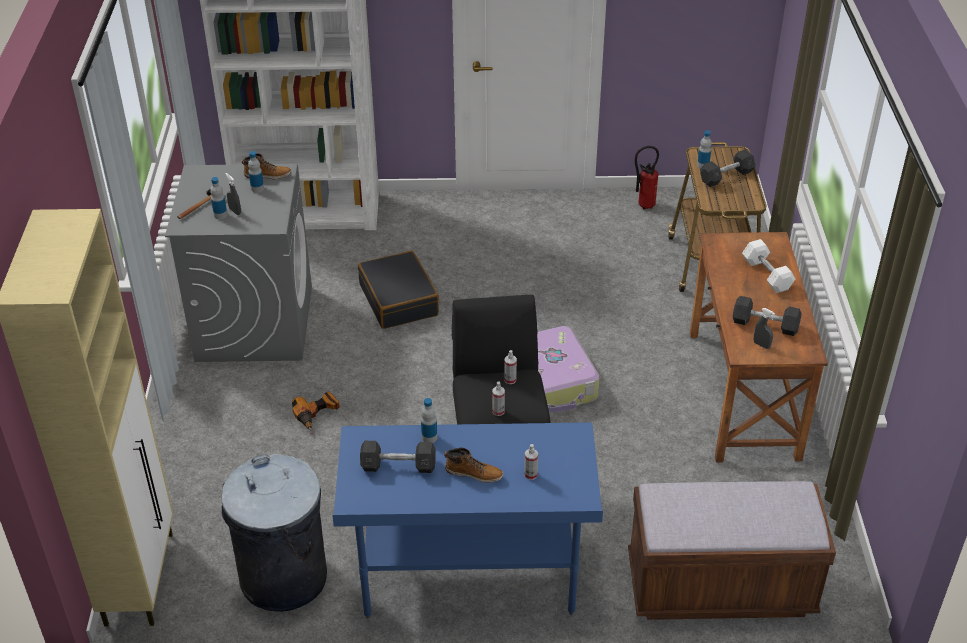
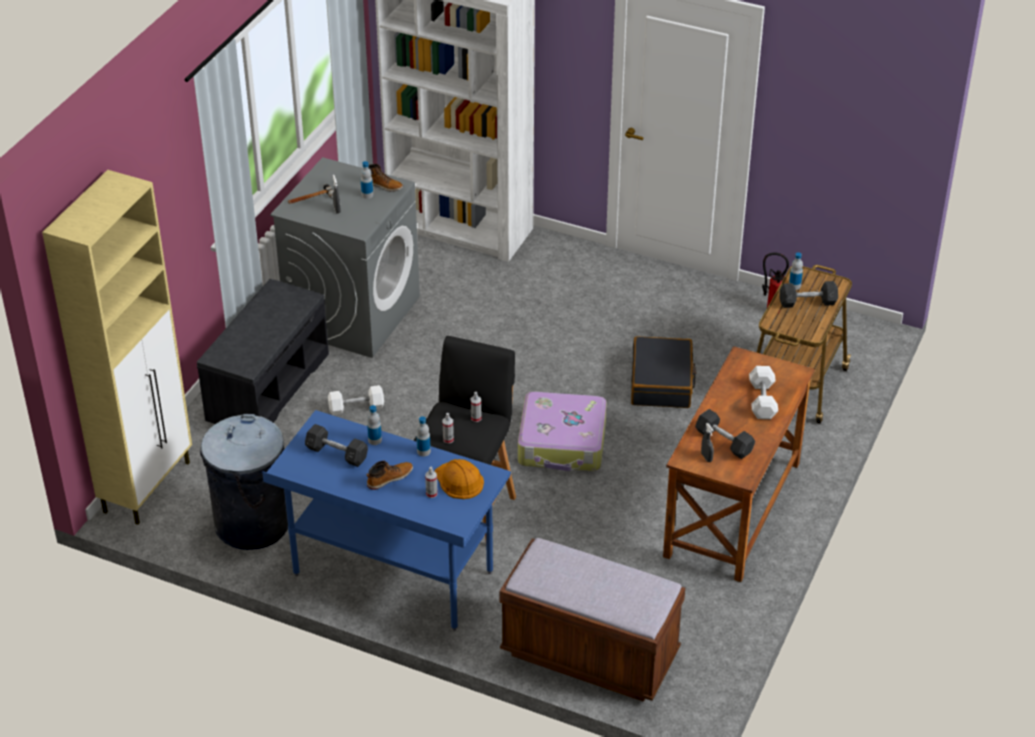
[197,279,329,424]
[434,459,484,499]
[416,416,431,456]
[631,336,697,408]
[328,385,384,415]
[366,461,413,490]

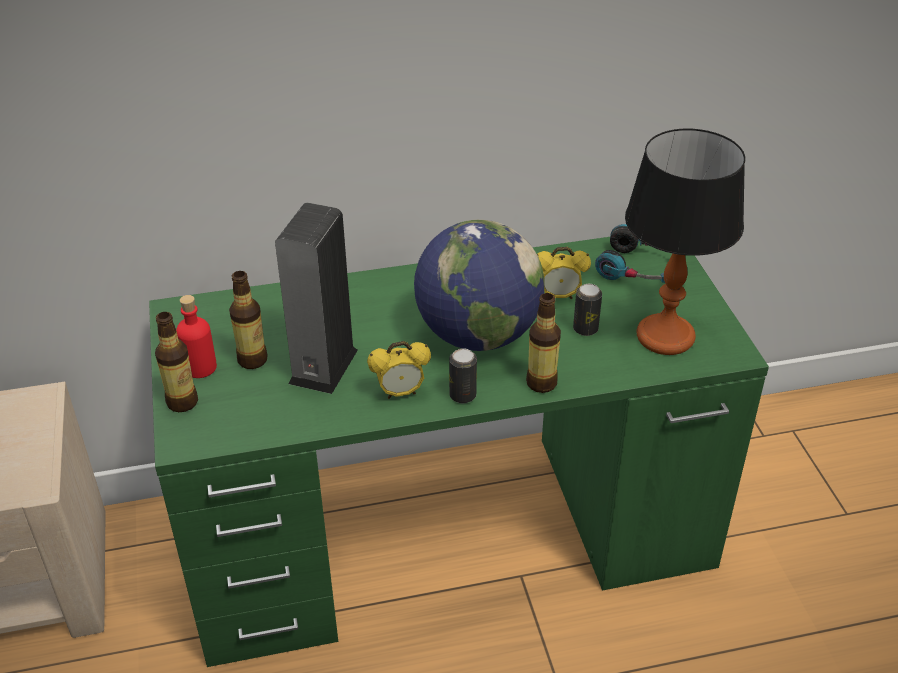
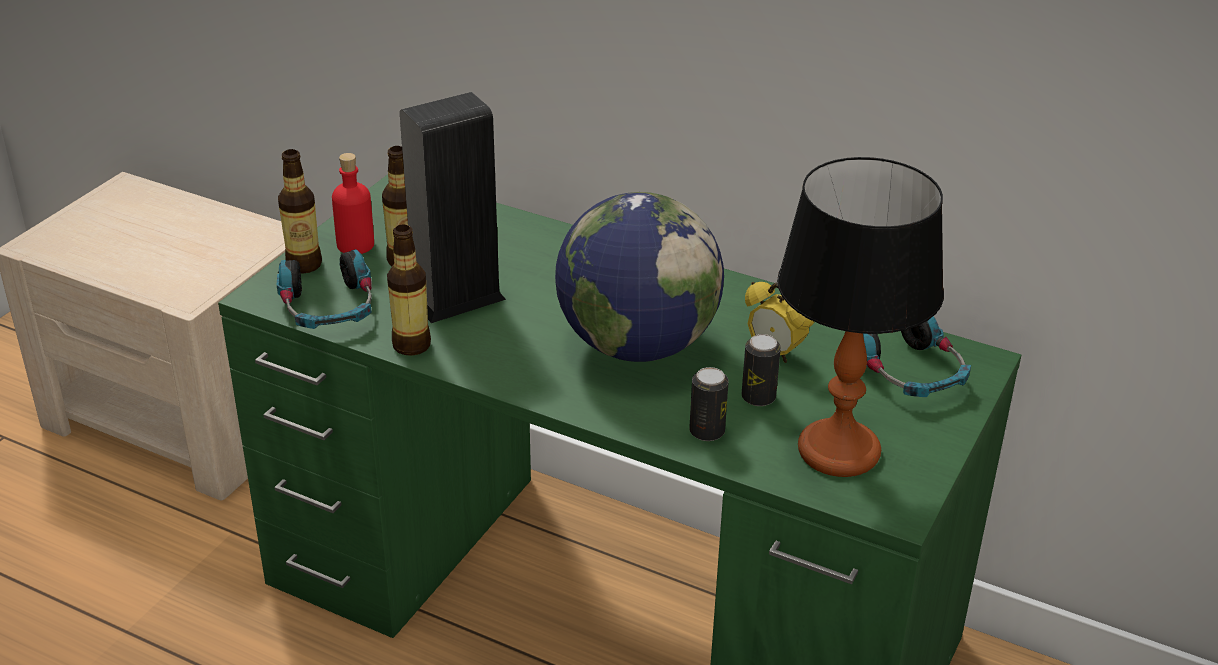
[367,341,431,399] (first image)
[277,249,372,329]
[689,367,729,441]
[387,225,431,356]

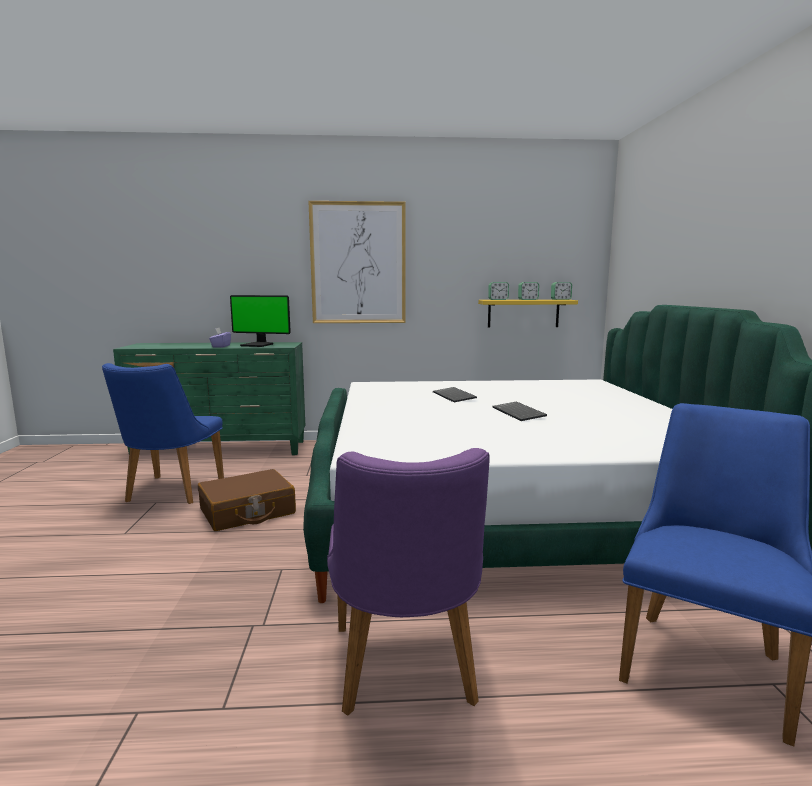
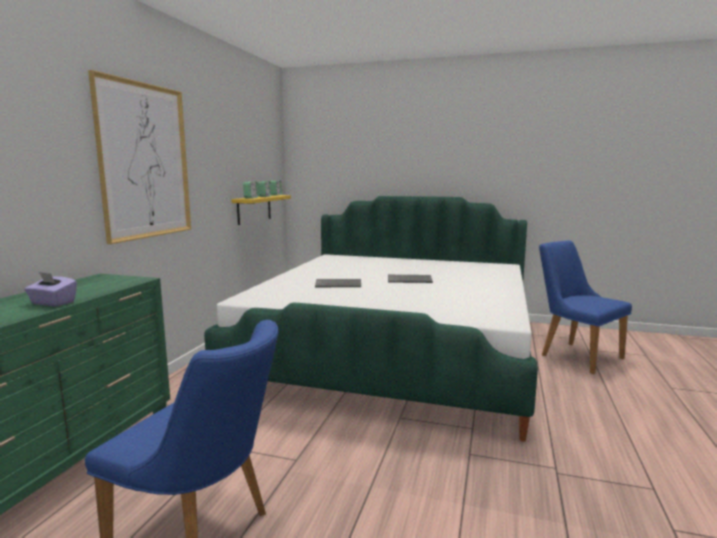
[198,469,296,531] (first image)
[230,295,291,347] (first image)
[327,448,490,716] (first image)

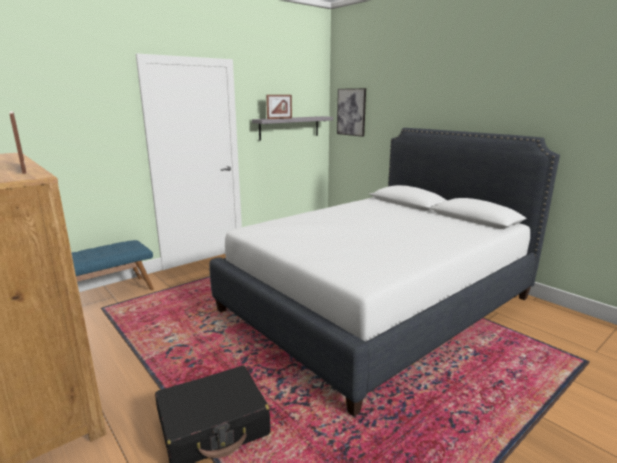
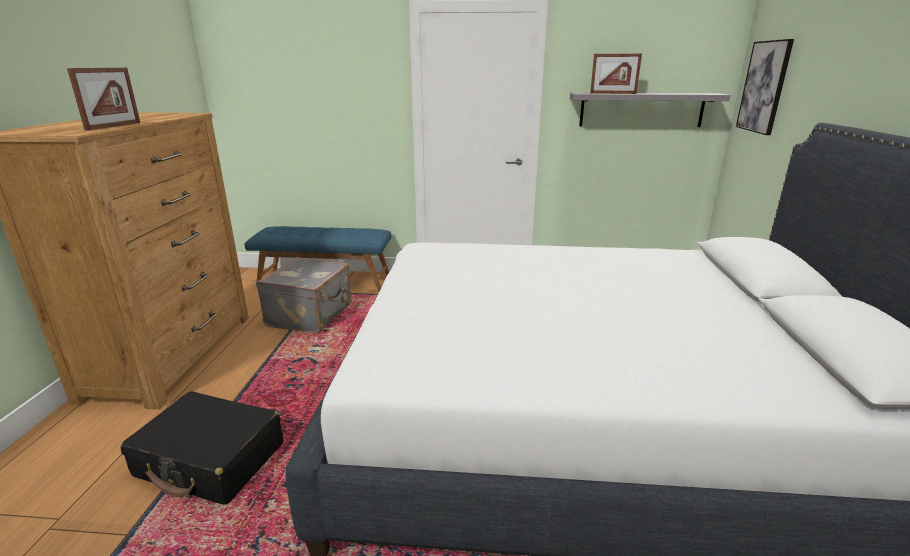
[256,257,351,333]

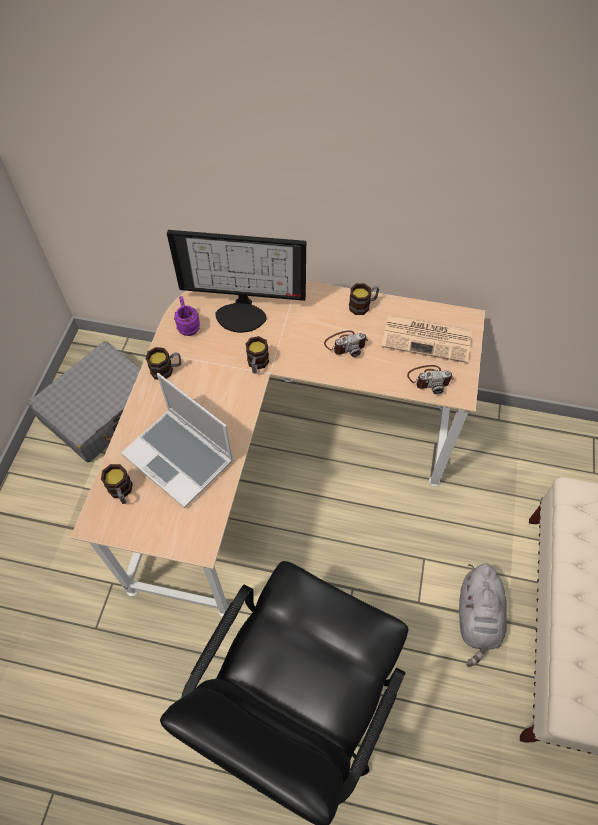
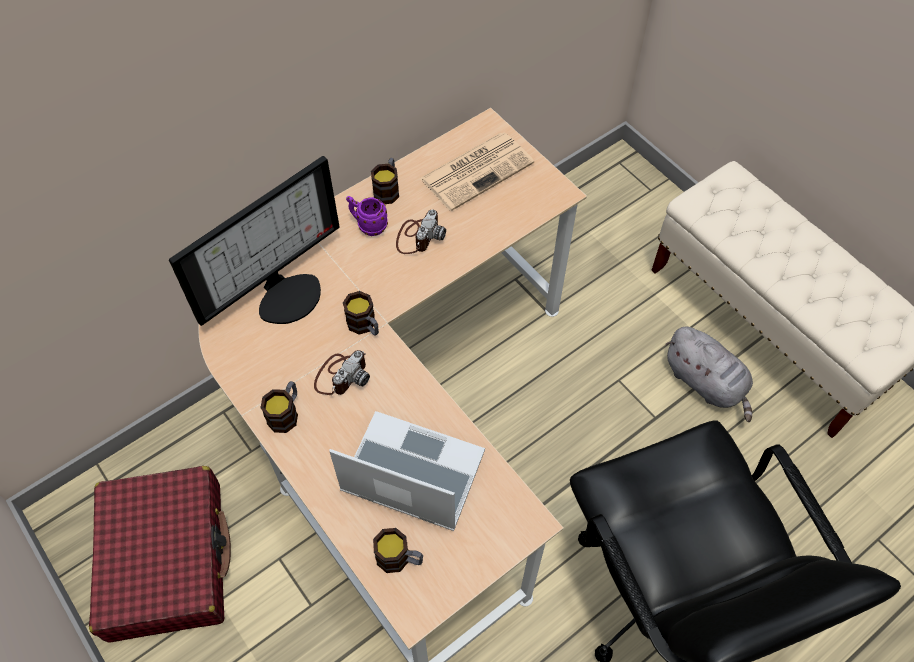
[346,196,388,236]
[314,350,370,395]
[89,466,231,643]
[329,411,485,531]

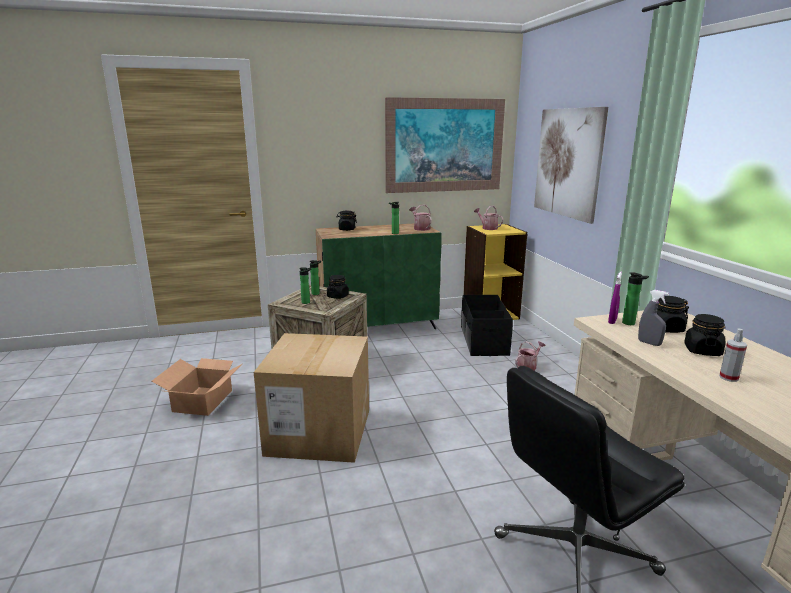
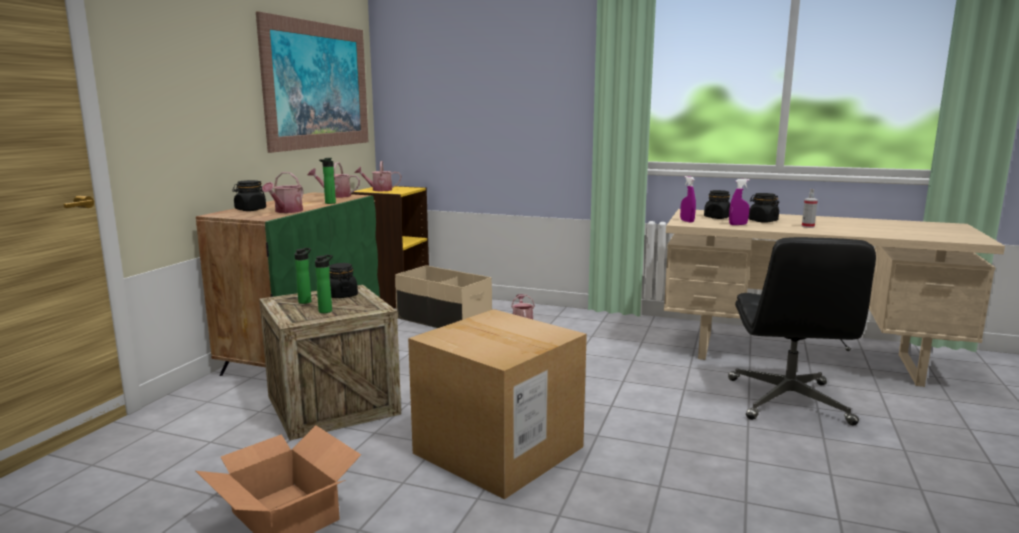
[534,107,608,224] (first image)
[622,272,649,325] (first image)
[262,172,303,213]
[395,265,492,328]
[729,179,750,225]

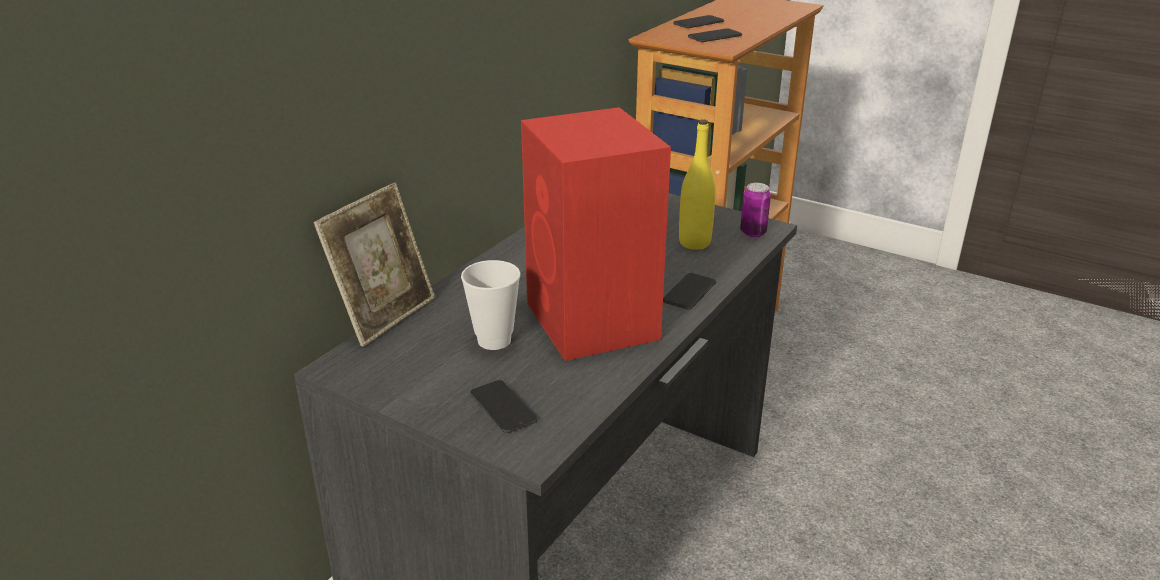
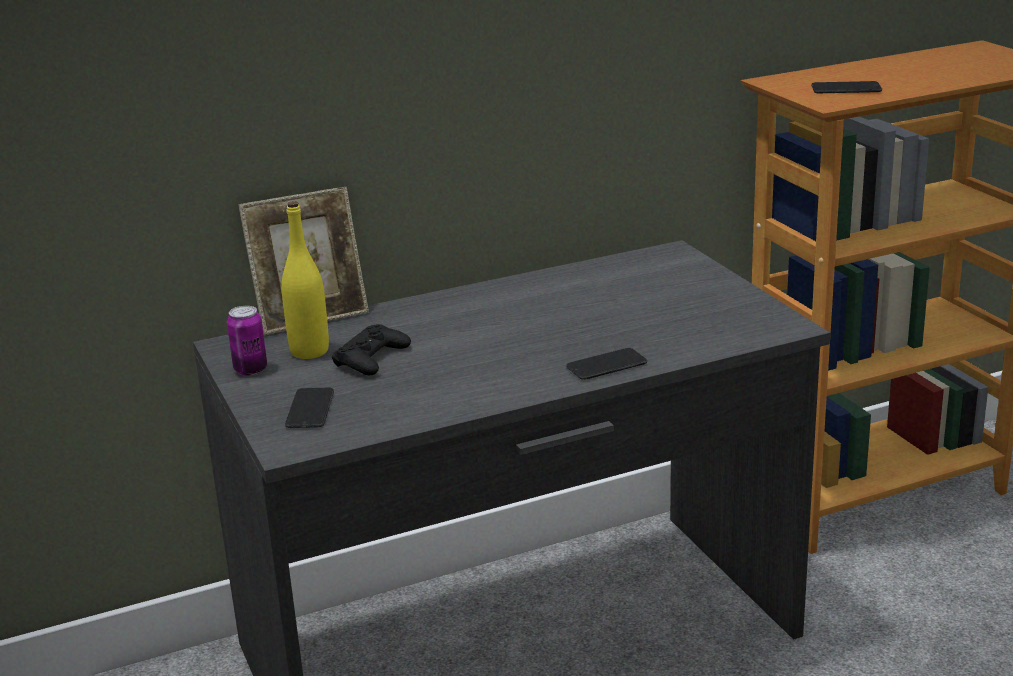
[521,107,671,361] (first image)
[673,15,724,28] (first image)
[282,201,329,359]
[227,306,267,376]
[332,324,411,375]

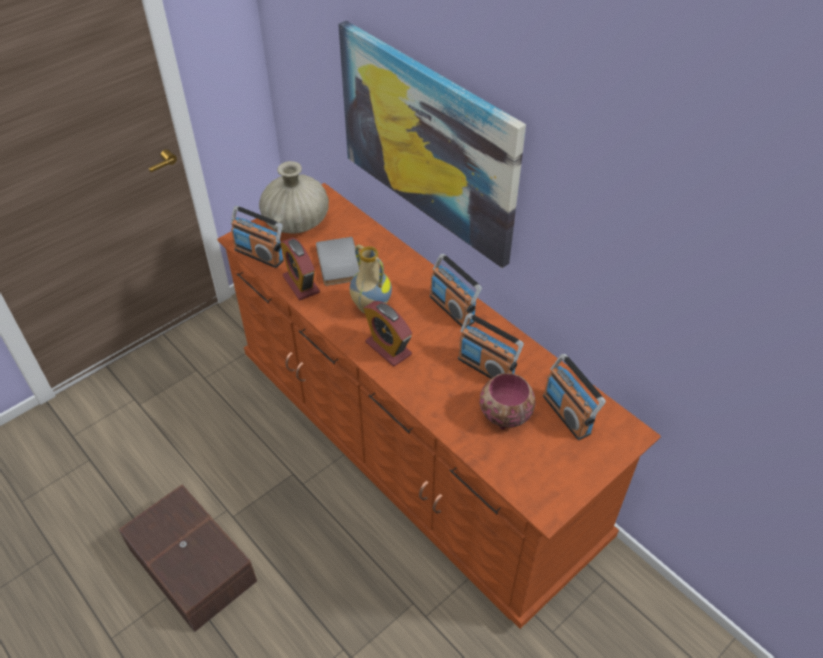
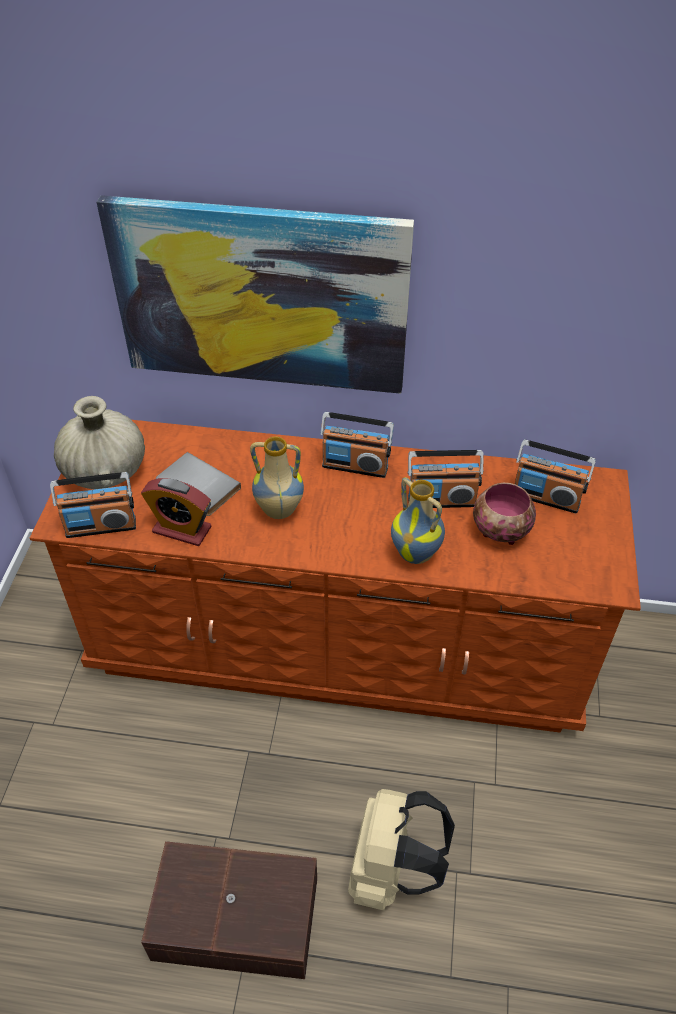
[364,301,412,366] (first image)
[348,789,455,911]
[391,477,445,564]

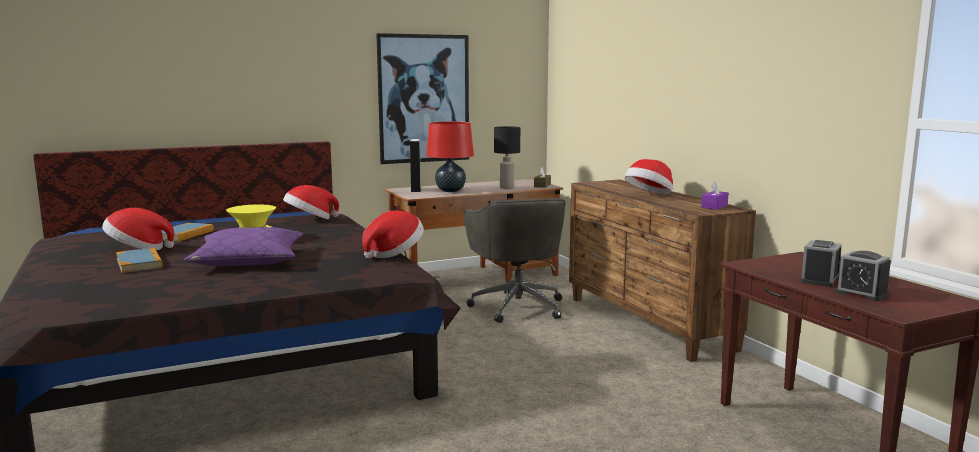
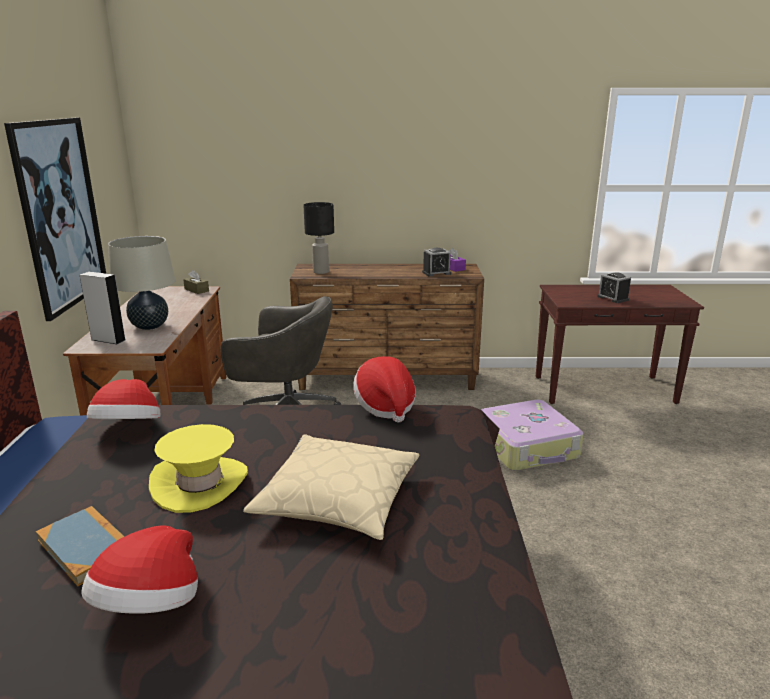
[116,248,163,273] (first image)
[625,159,673,195] (first image)
[481,400,583,471]
[303,202,334,274]
[422,248,451,276]
[243,434,419,540]
[108,236,176,330]

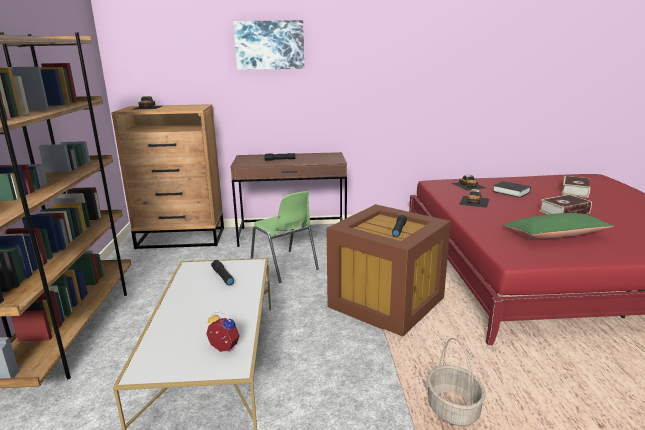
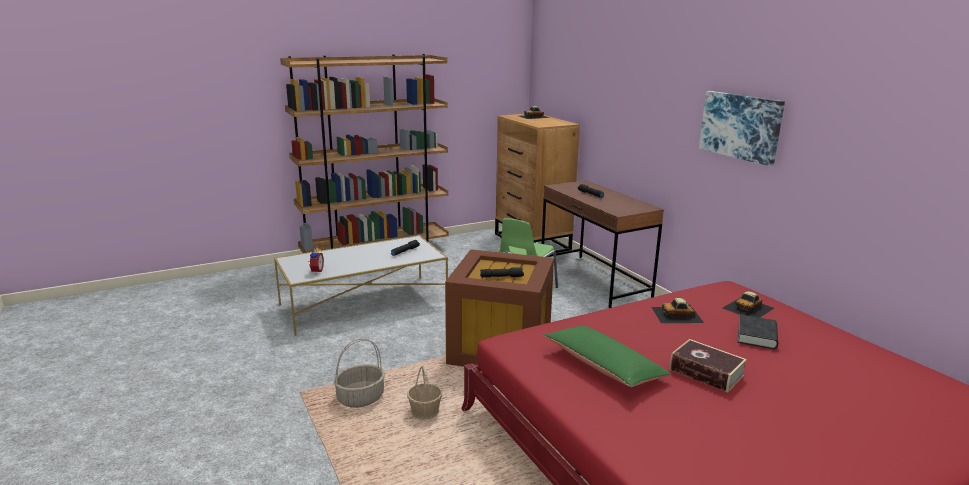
[561,176,590,198] (first image)
[407,365,442,420]
[699,91,785,166]

